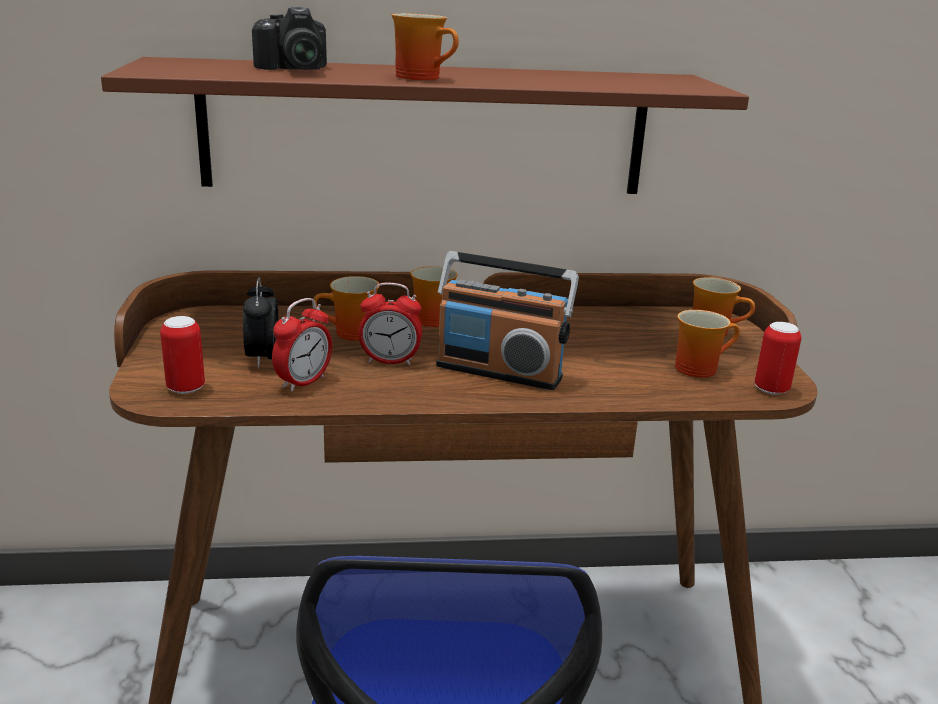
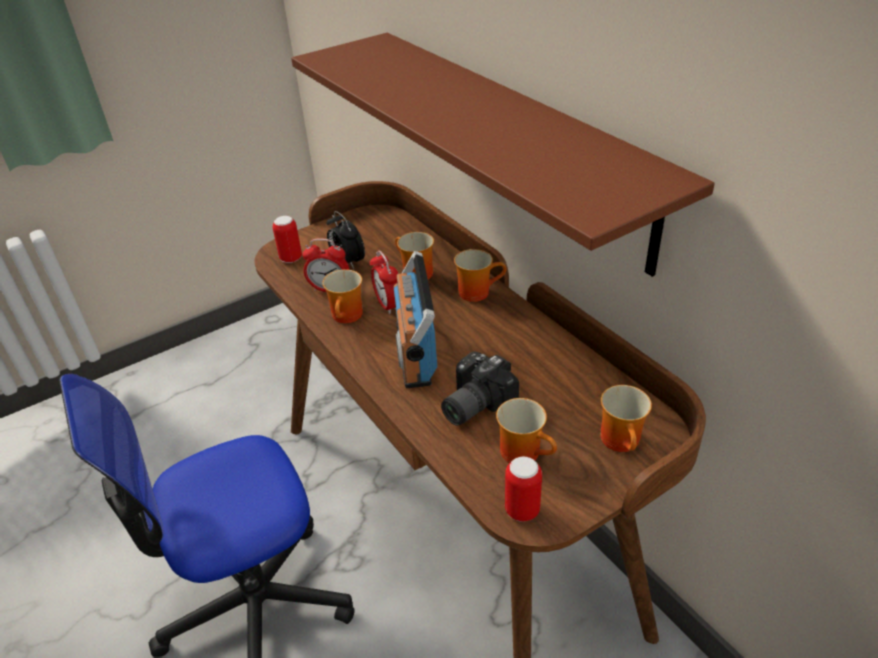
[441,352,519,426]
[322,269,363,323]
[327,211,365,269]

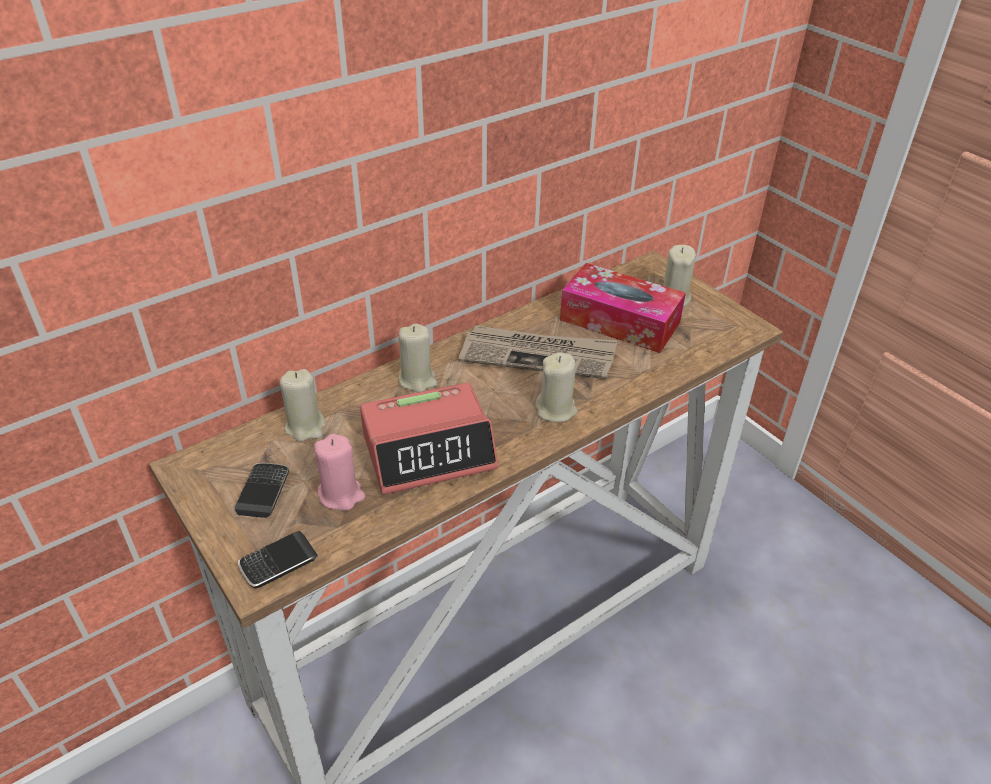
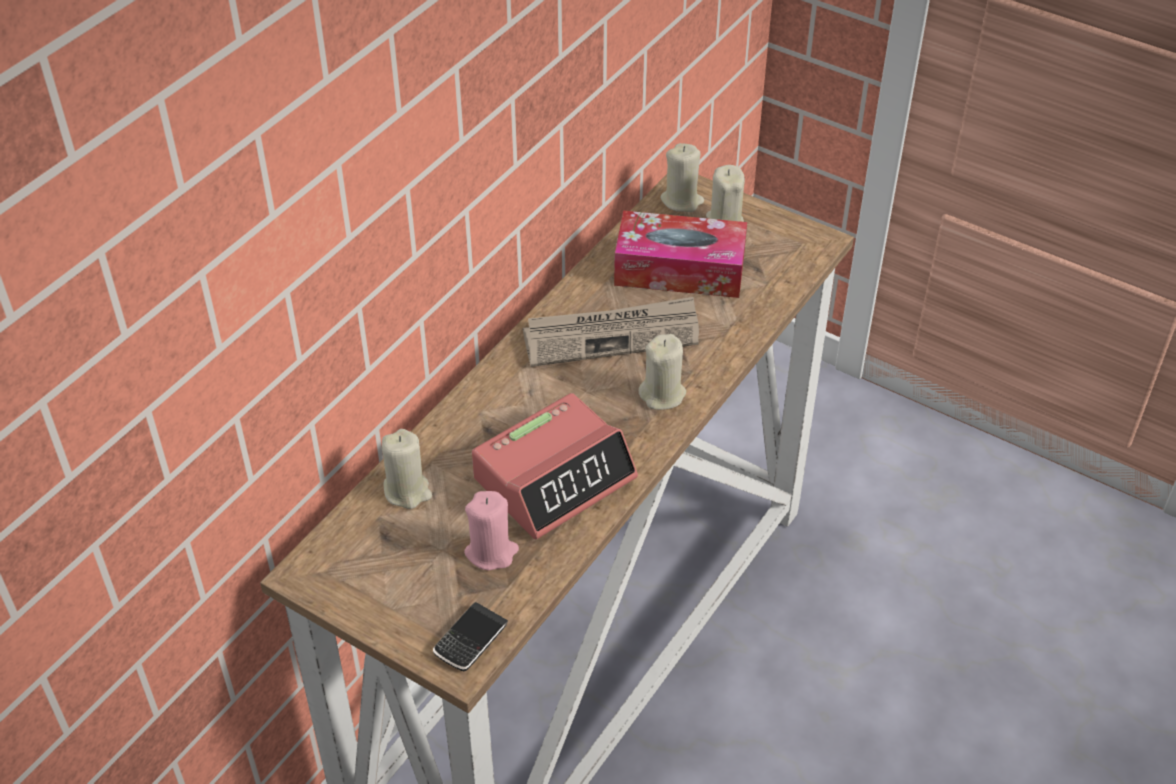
[235,463,289,518] (first image)
[660,143,704,212]

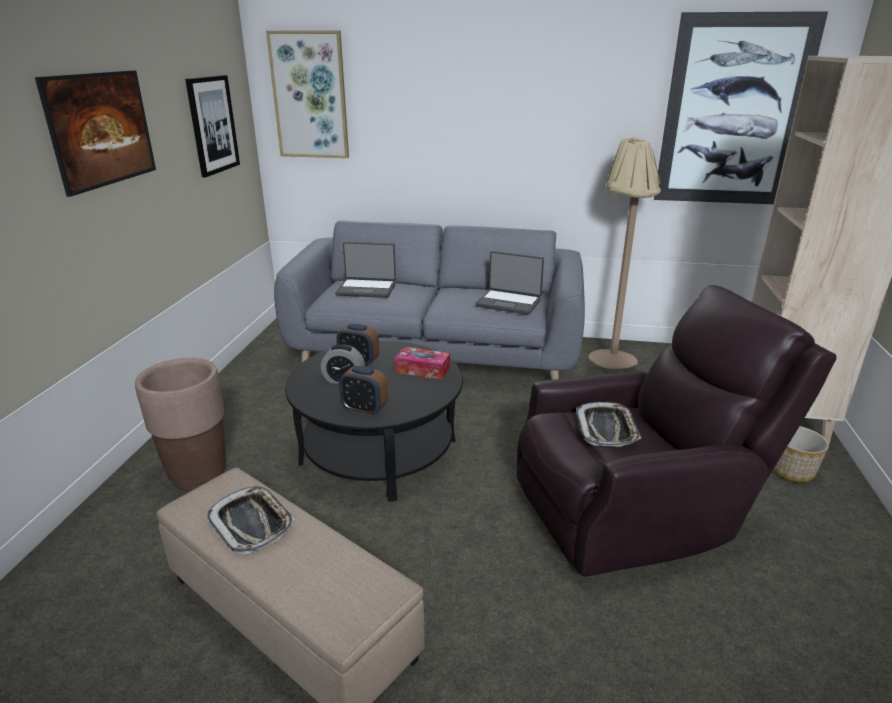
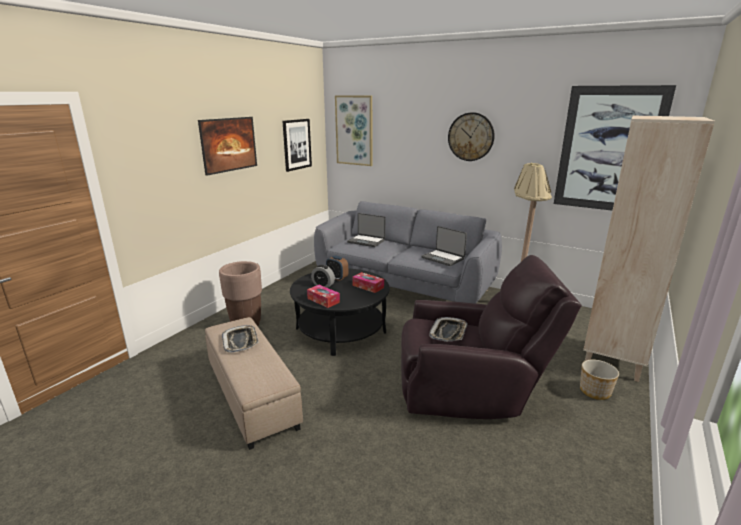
[448,112,495,161]
[307,285,340,308]

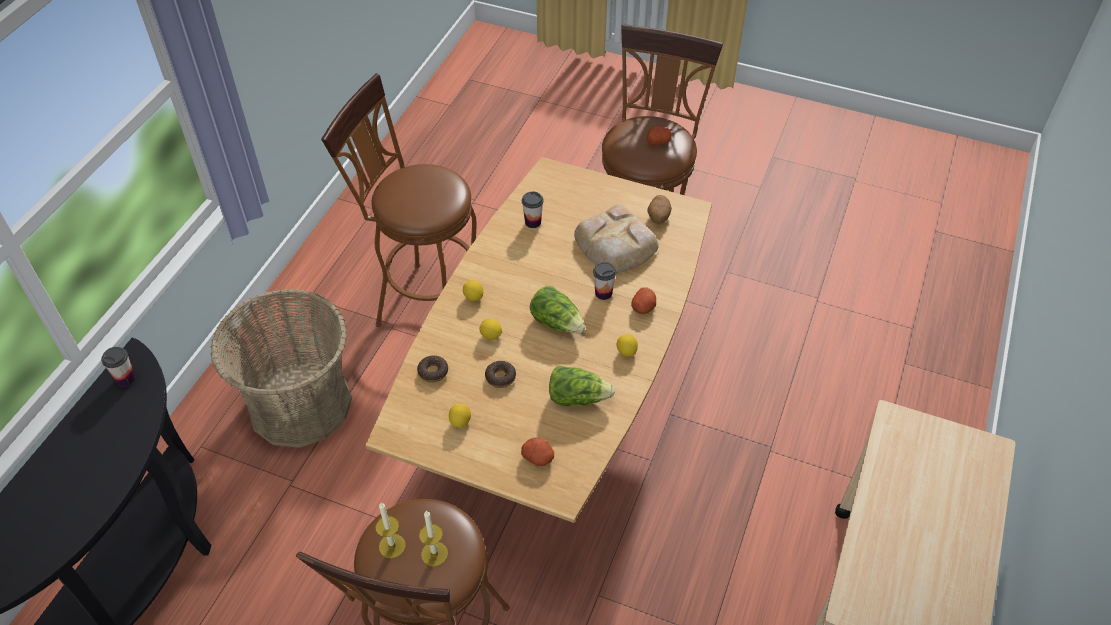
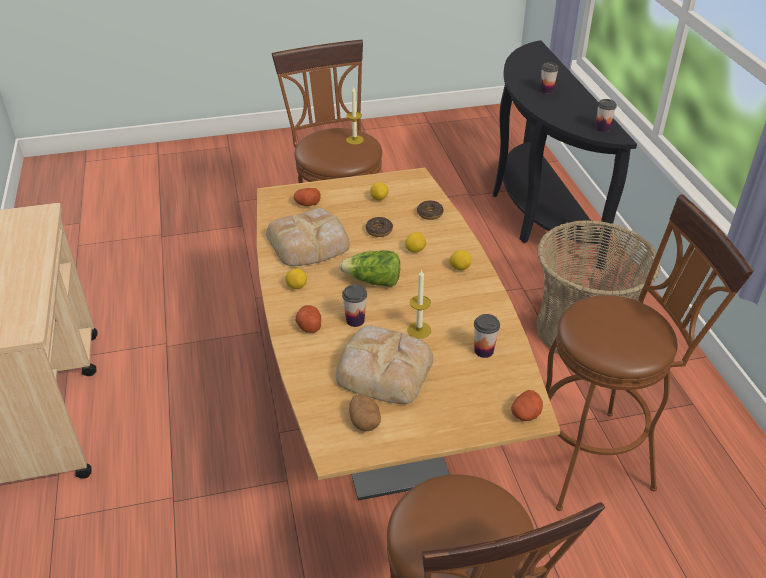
[541,62,559,94]
[407,269,431,339]
[511,390,543,421]
[266,208,350,266]

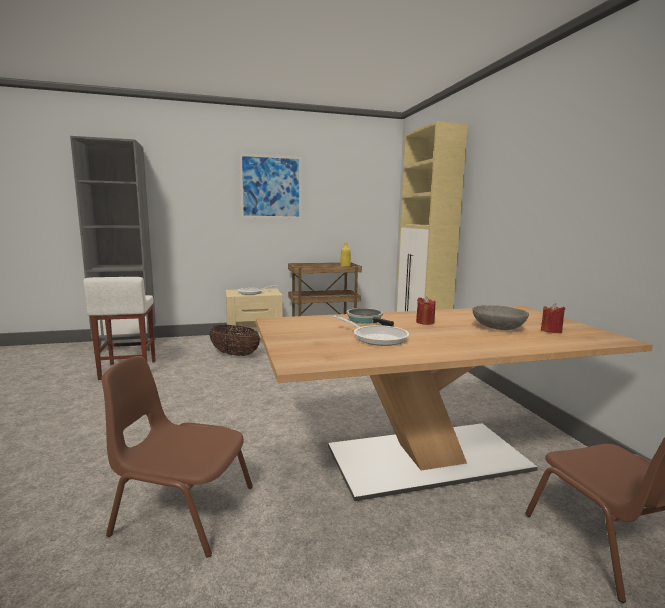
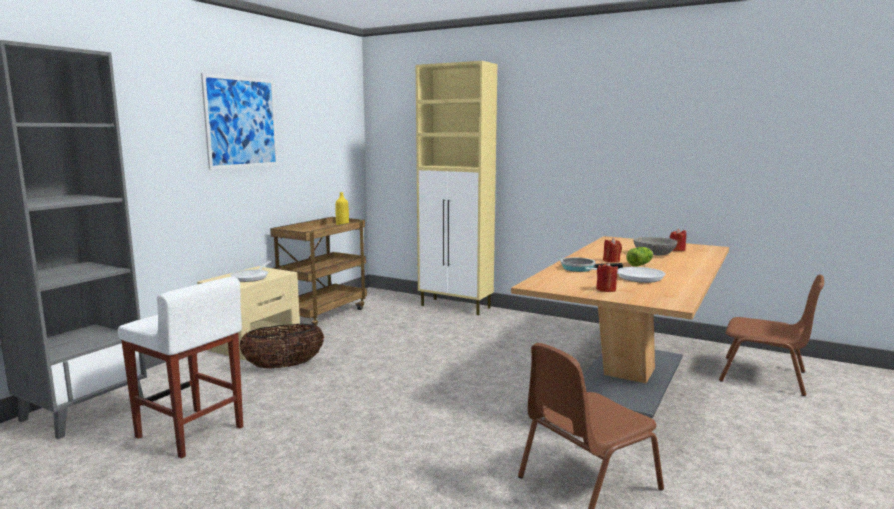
[596,262,618,292]
[627,247,653,267]

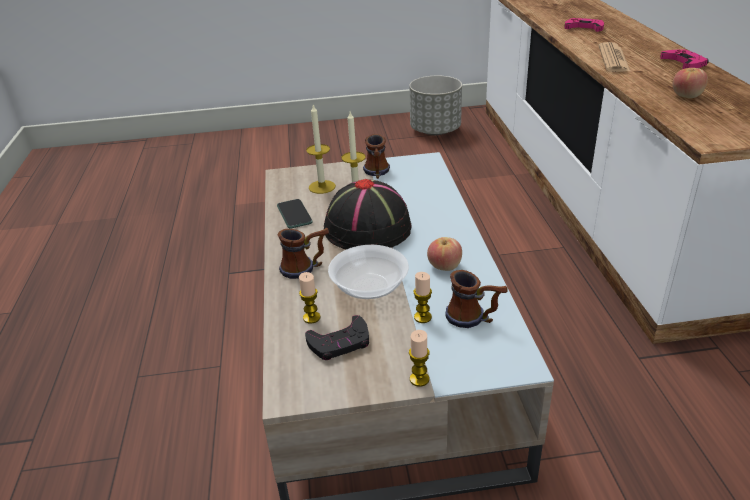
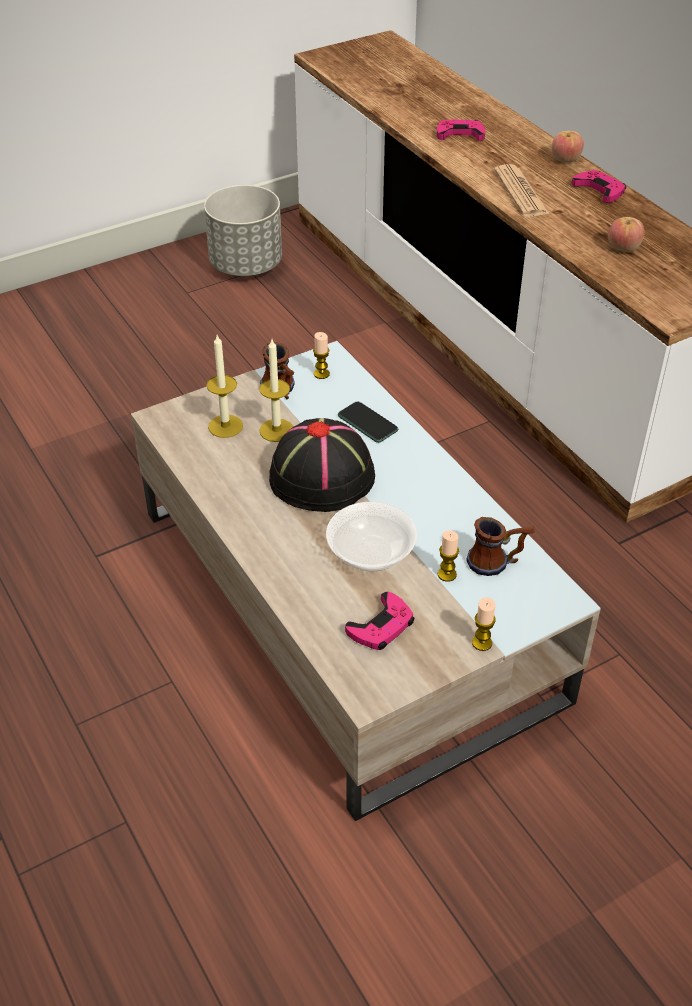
[277,228,329,279] (first image)
[338,401,398,443]
[313,332,330,379]
[551,131,584,162]
[345,591,414,650]

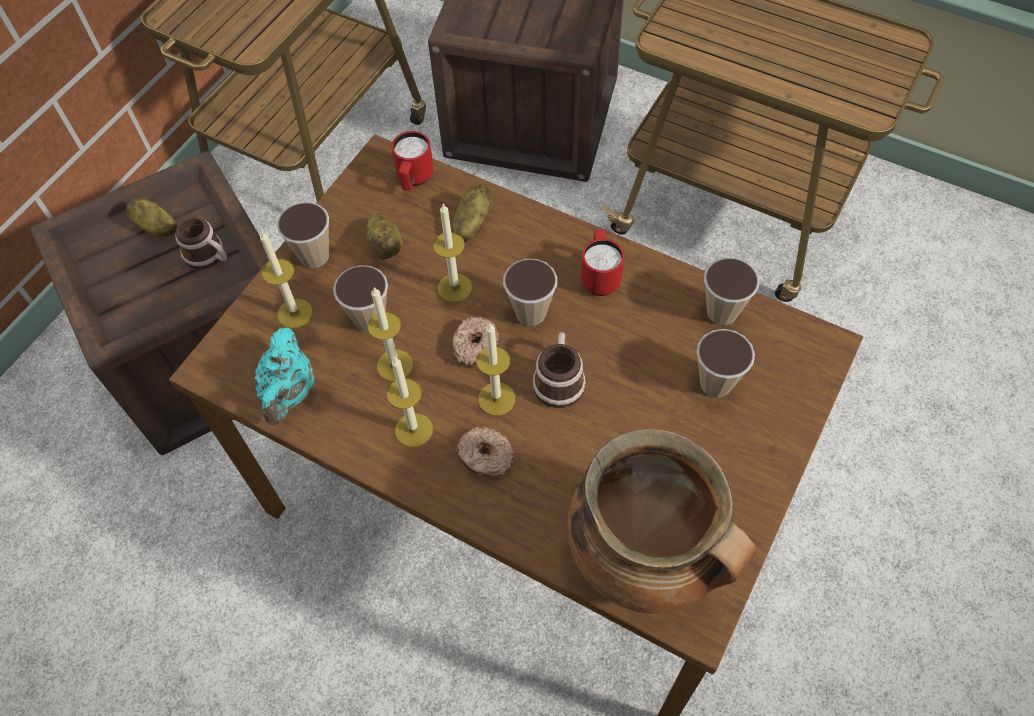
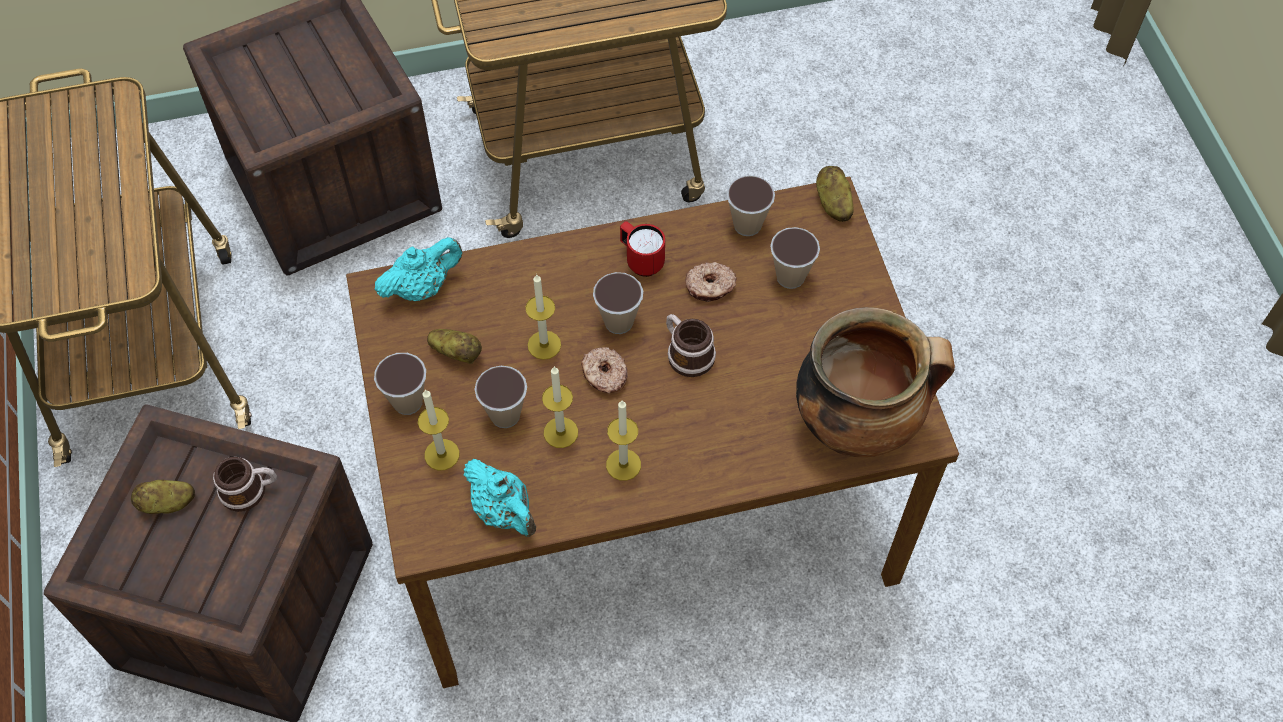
[476,324,515,416] (first image)
[816,166,854,222]
[685,262,737,302]
[375,237,462,301]

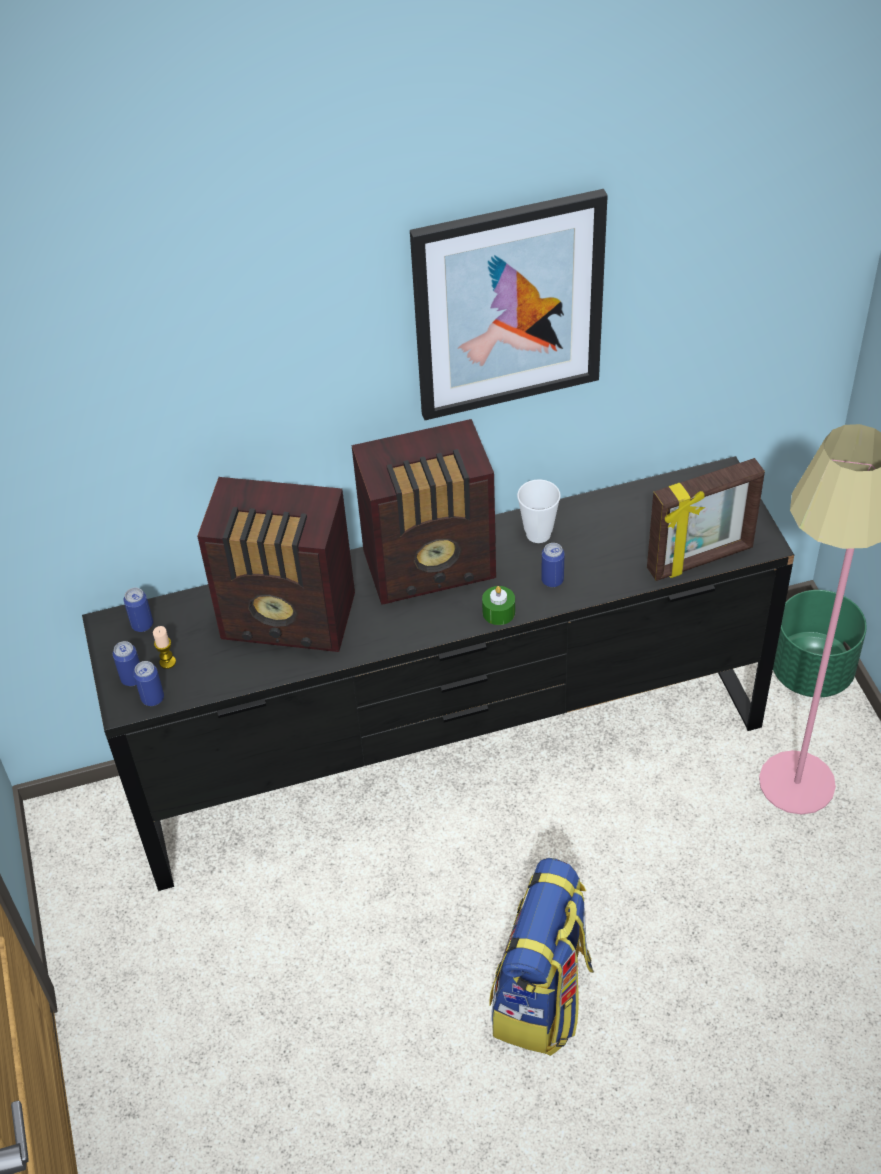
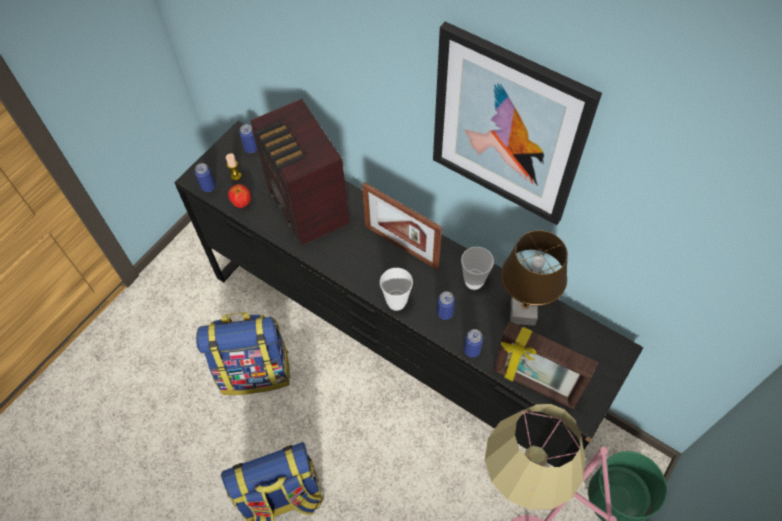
[196,312,290,395]
[228,184,251,208]
[501,230,568,326]
[464,329,483,358]
[362,182,442,269]
[380,268,413,311]

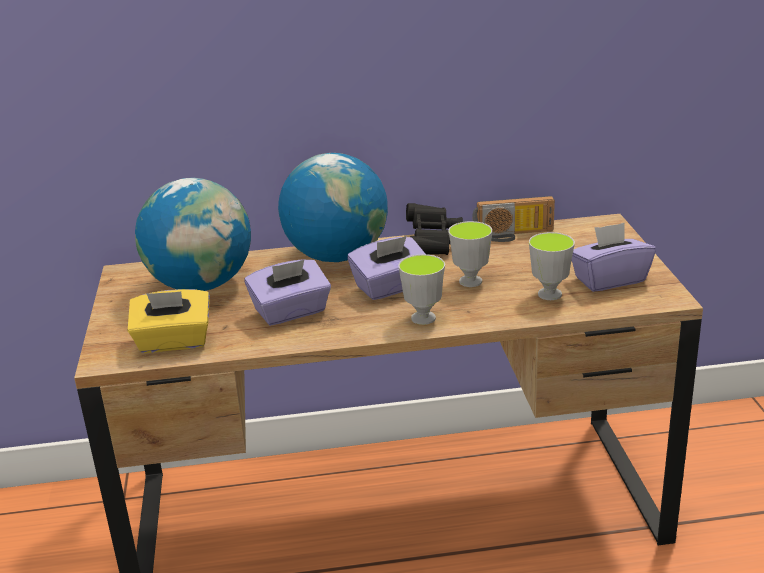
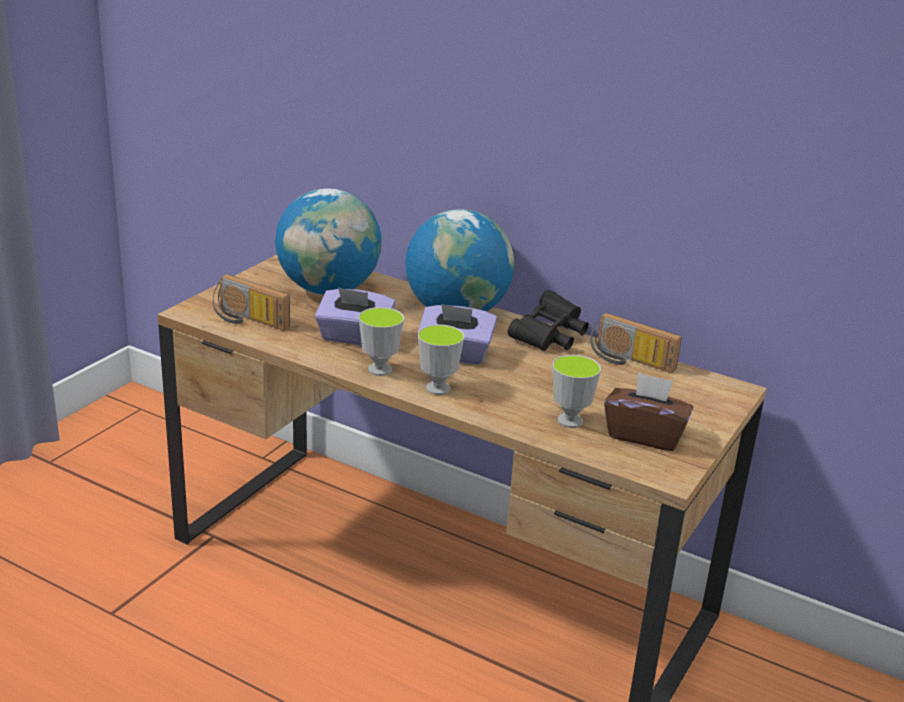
[359,307,404,376]
[213,274,290,331]
[604,372,693,451]

